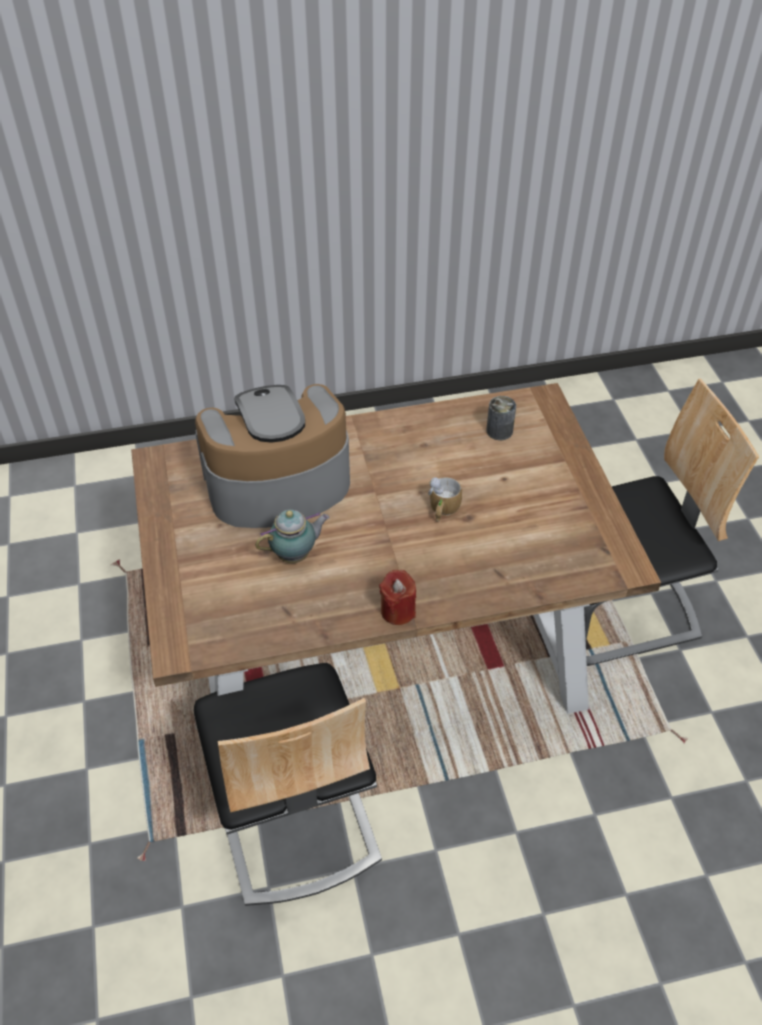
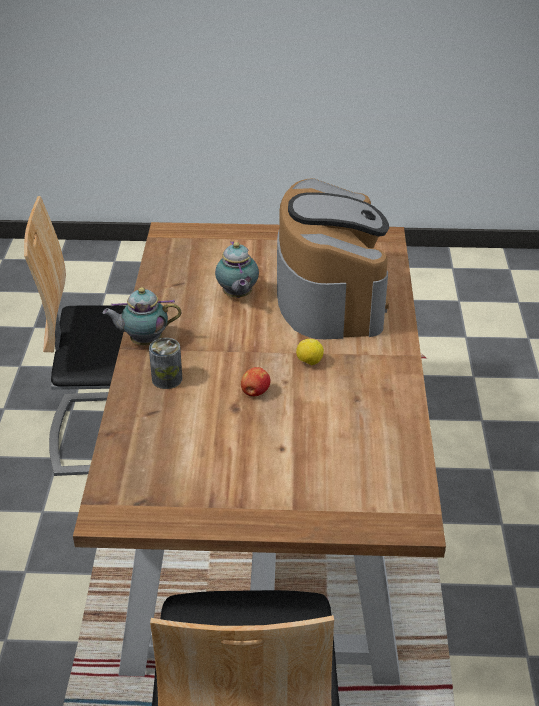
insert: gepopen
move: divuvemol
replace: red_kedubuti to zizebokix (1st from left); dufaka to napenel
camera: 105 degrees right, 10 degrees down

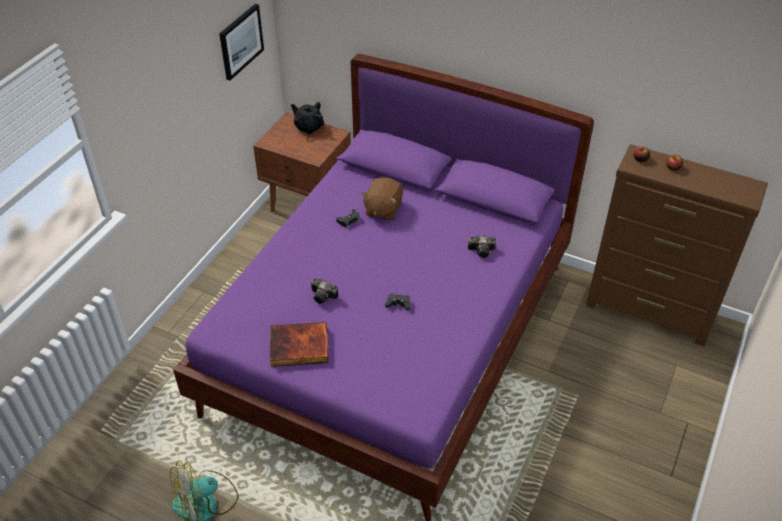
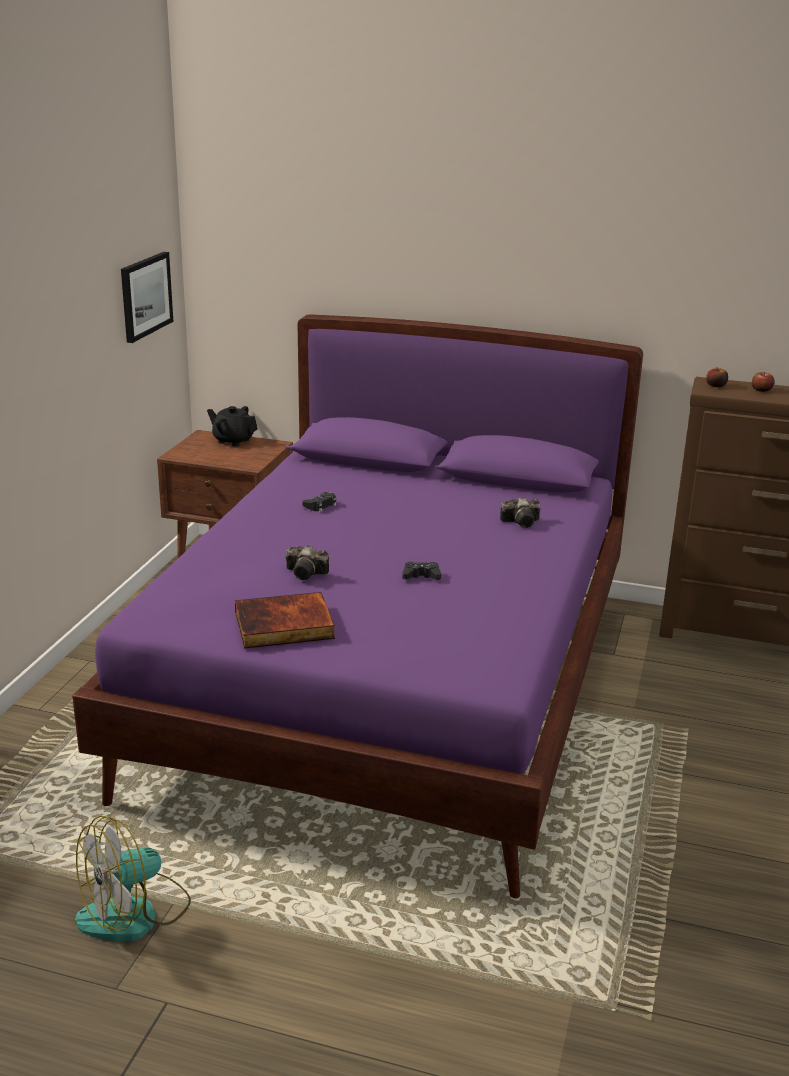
delete: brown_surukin
camera: 10 degrees left, 20 degrees down

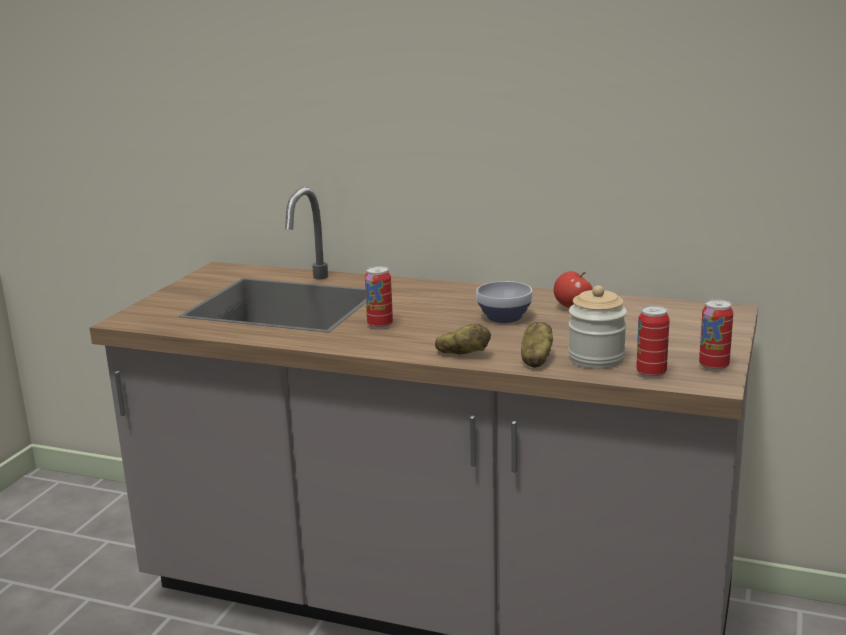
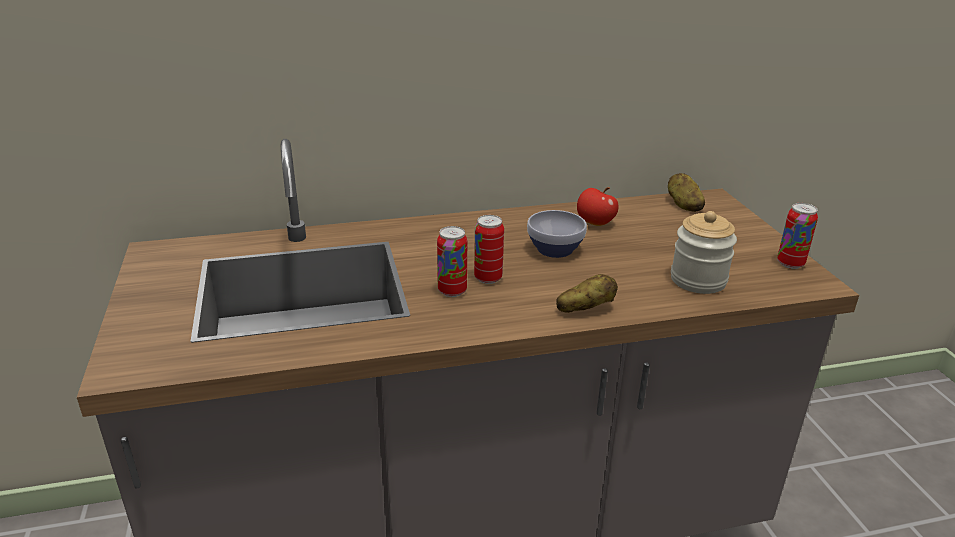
move: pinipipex (2nd from left); divuvemol (2nd from left)
camera: 35 degrees left, 10 degrees up

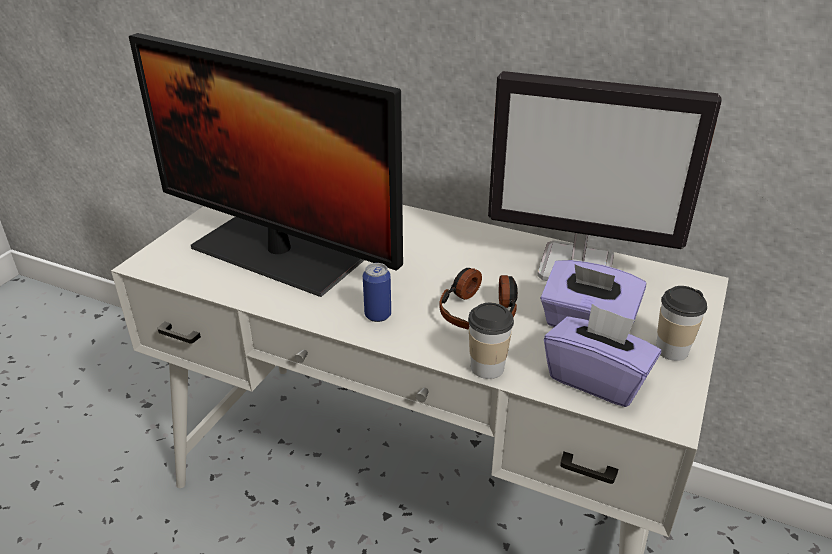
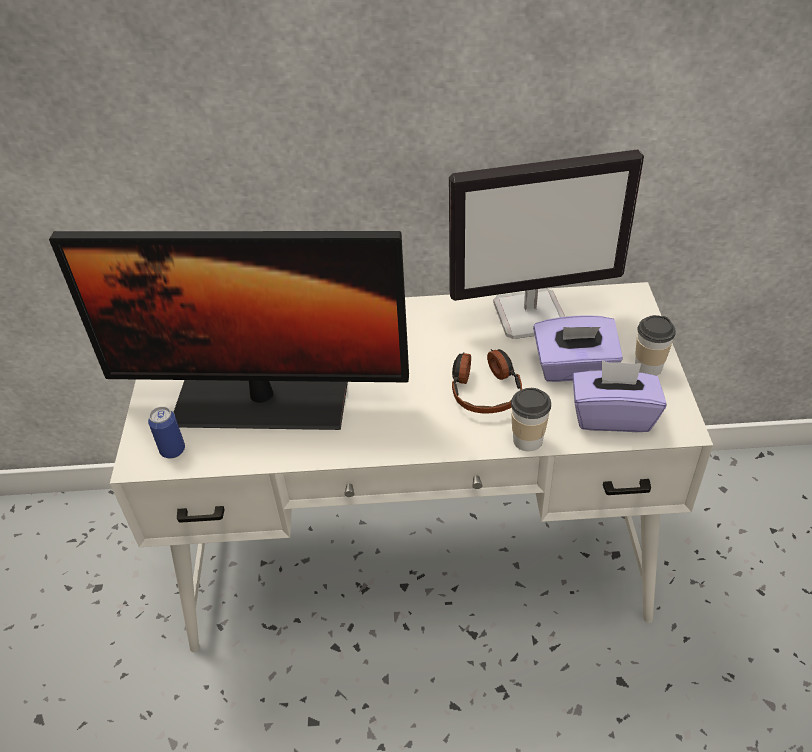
move: divuvemol
camera: 25 degrees left, 10 degrees up

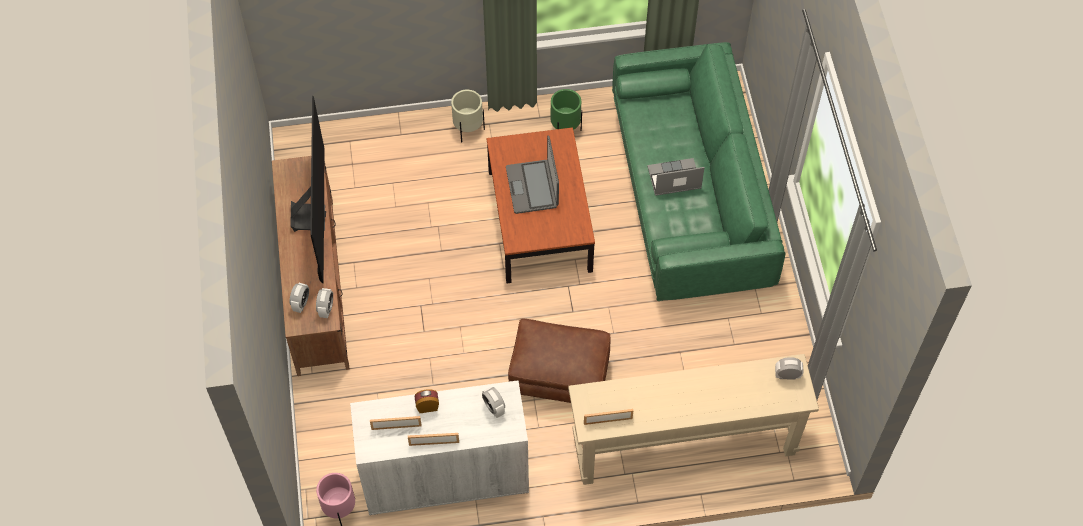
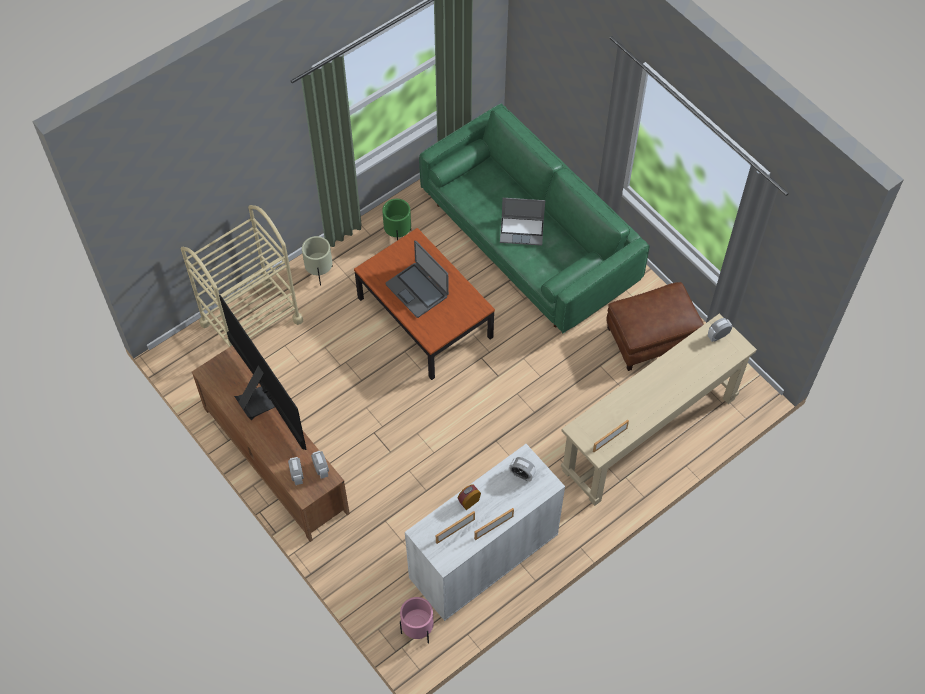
insert: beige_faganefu
move: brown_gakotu
rotate: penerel (2nd from left) 135 degrees counterclockwise
camera: 30 degrees left, 0 degrees up

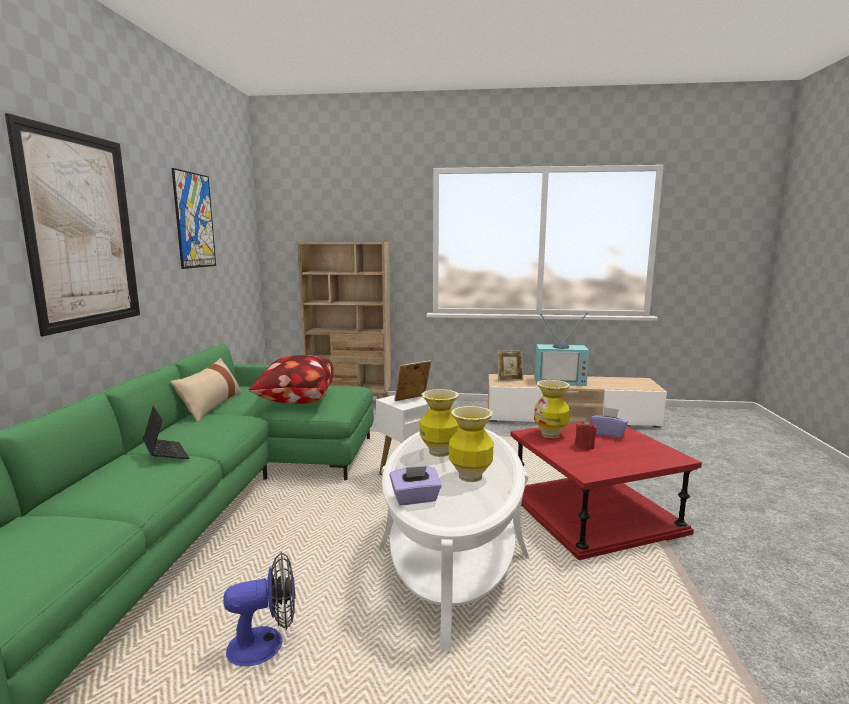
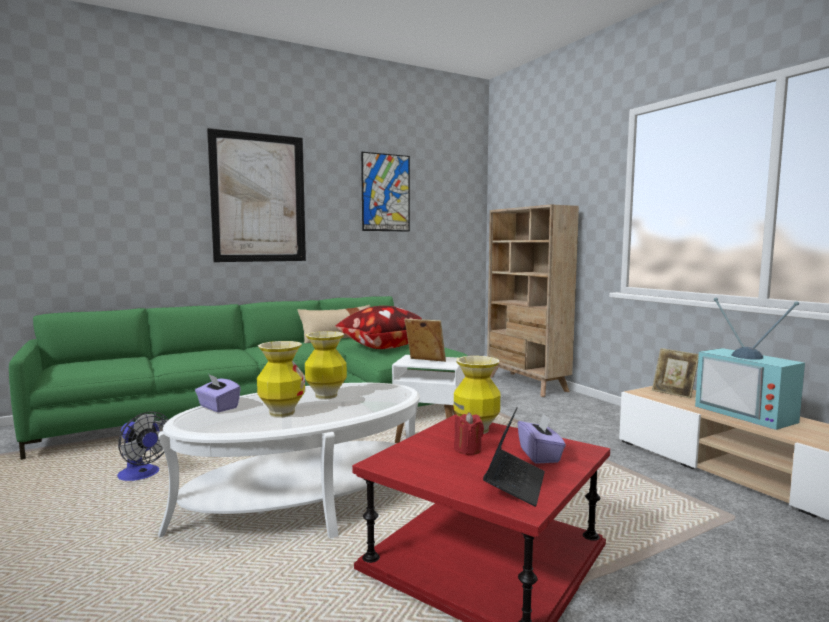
move: penerel
camera: 55 degrees right, 5 degrees down

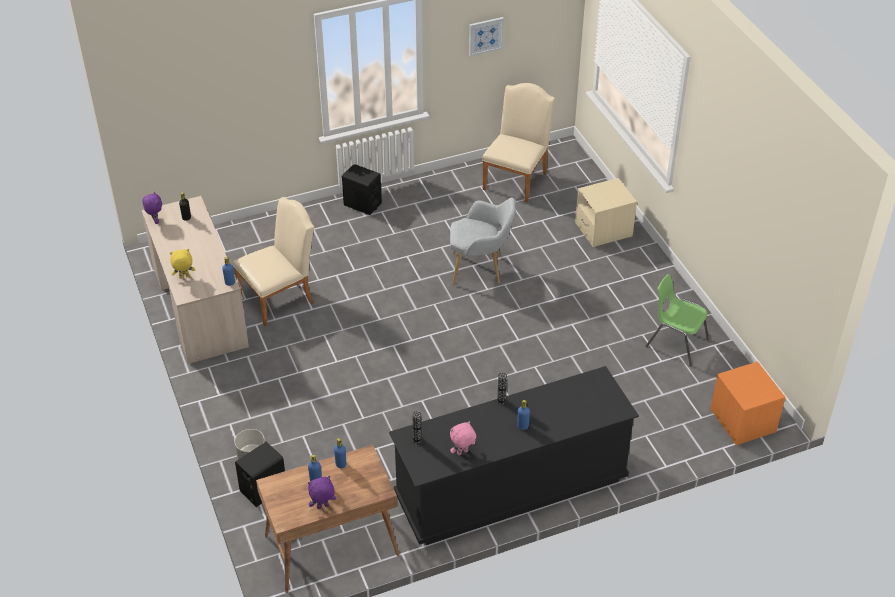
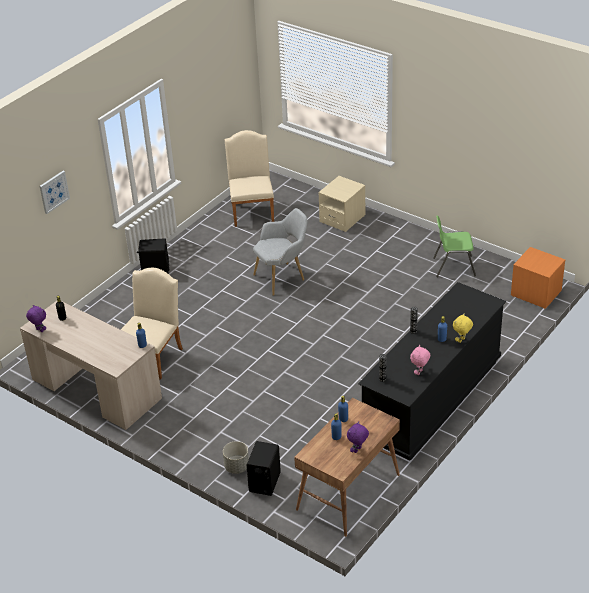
move: yellow_surukin; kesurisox
camera: 30 degrees left, 5 degrees down

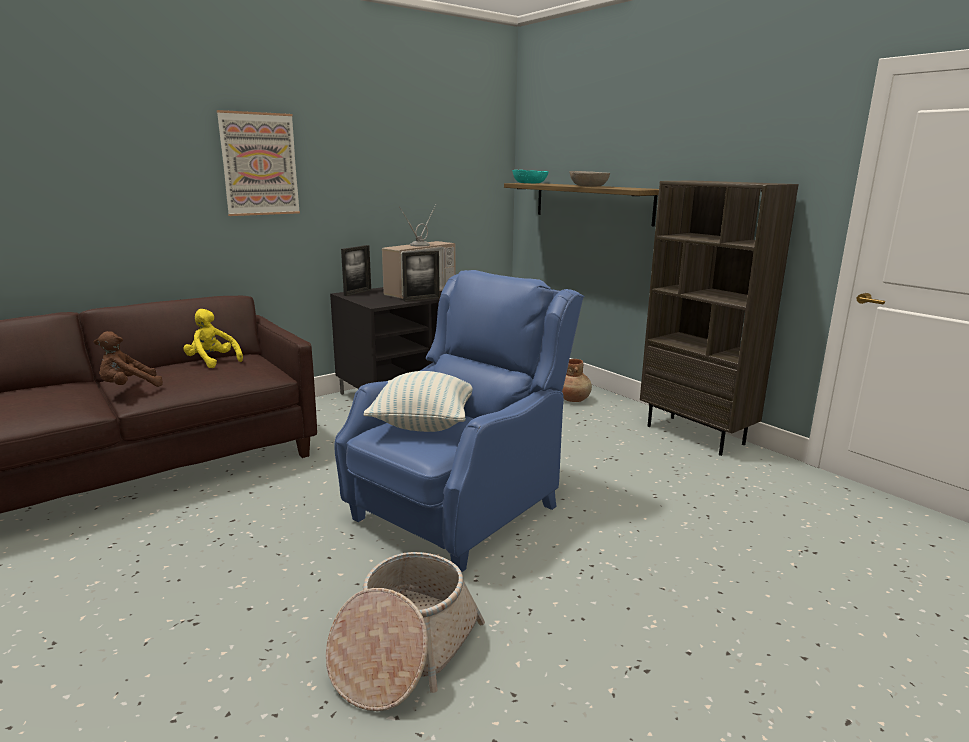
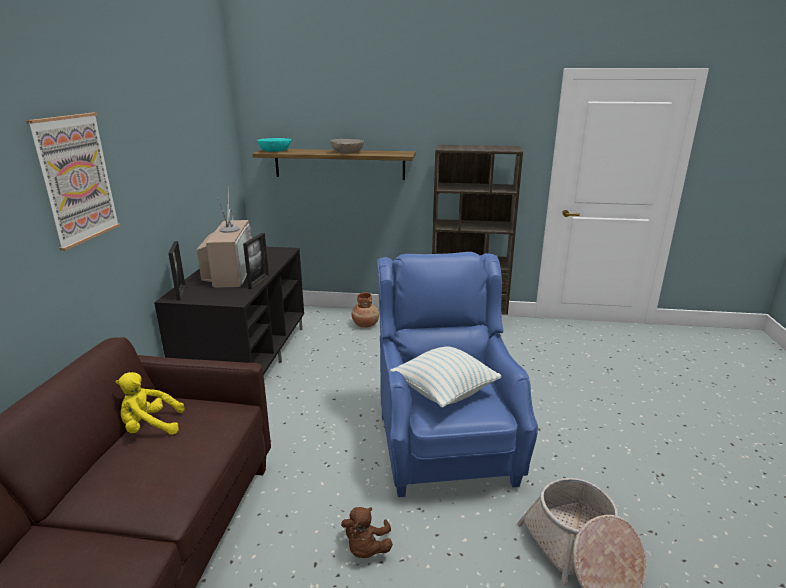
move: brown_surukin
camera: 45 degrees left, 5 degrees up

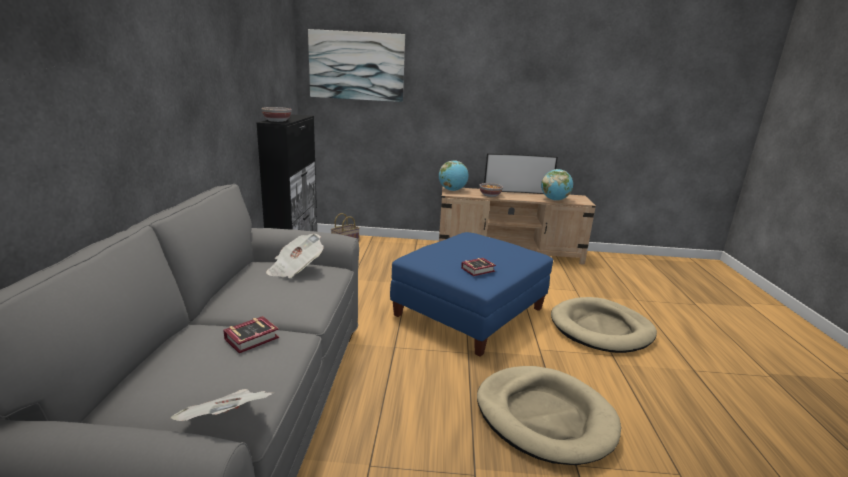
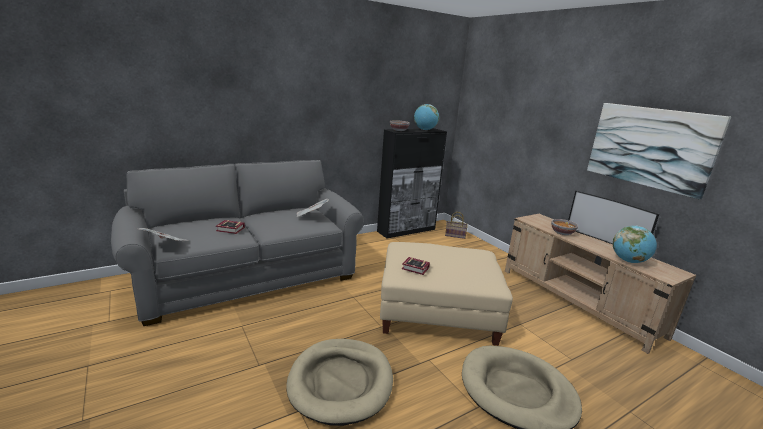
move: kesurisox; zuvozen (1st from left)
recolor: blue_gakotu to beige_gakotu
camera: 55 degrees right, 0 degrees up

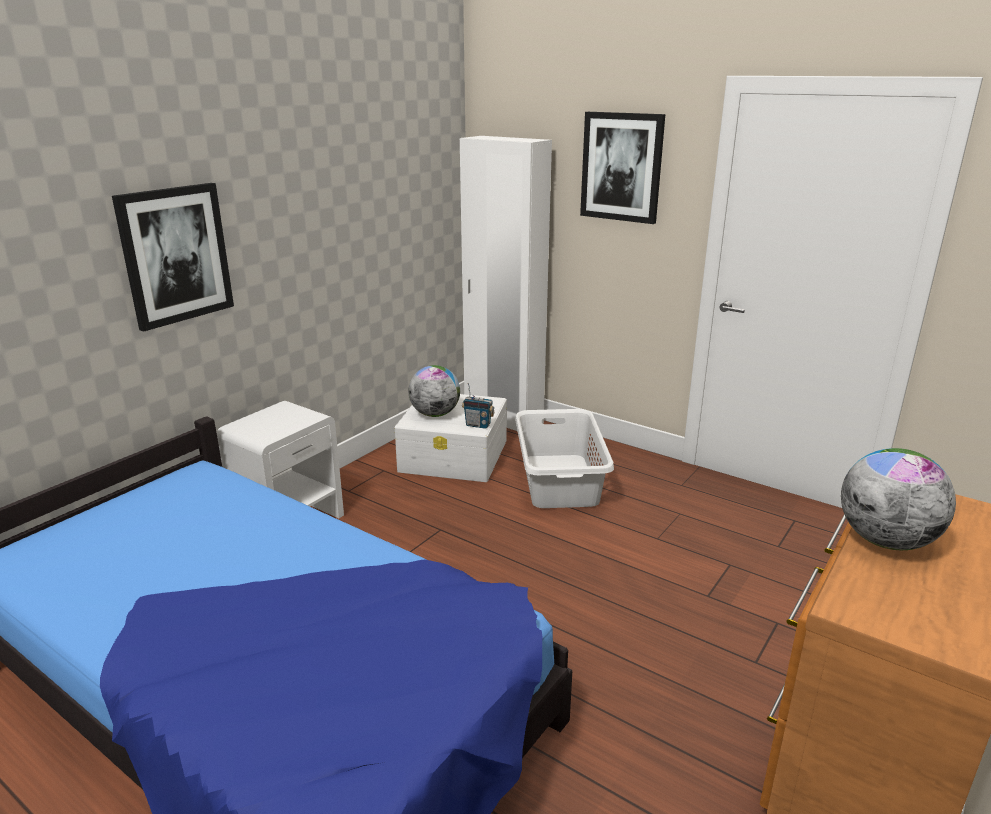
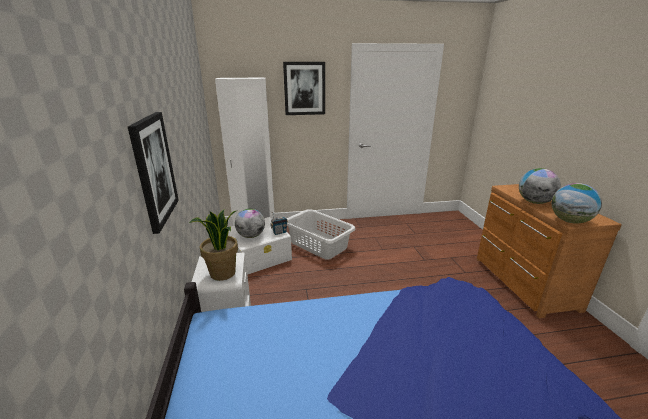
insert: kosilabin; zuvozen (3rd from left)
camera: 45 degrees left, 0 degrees up

